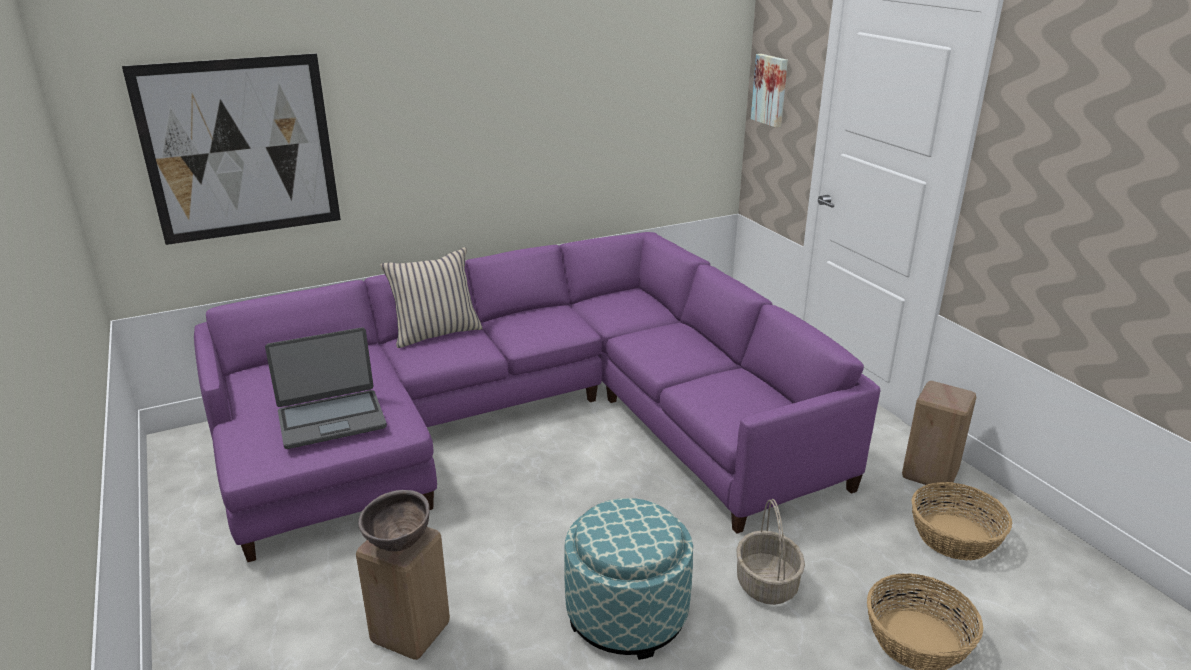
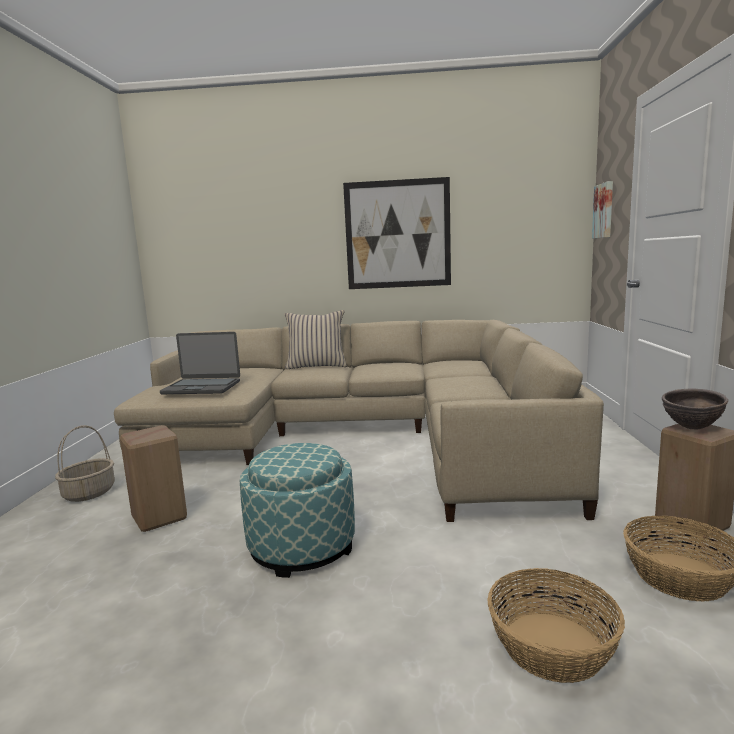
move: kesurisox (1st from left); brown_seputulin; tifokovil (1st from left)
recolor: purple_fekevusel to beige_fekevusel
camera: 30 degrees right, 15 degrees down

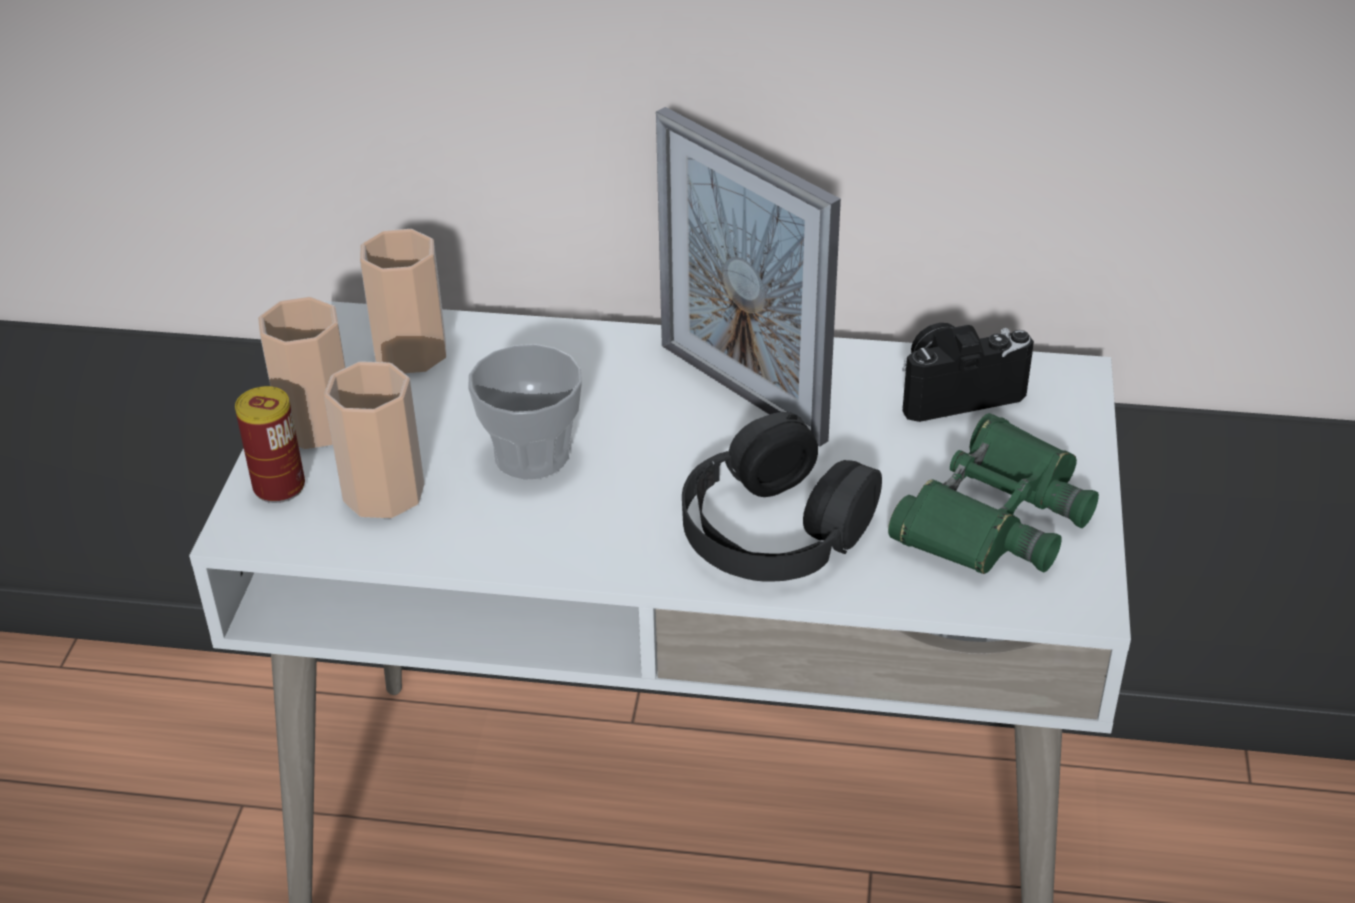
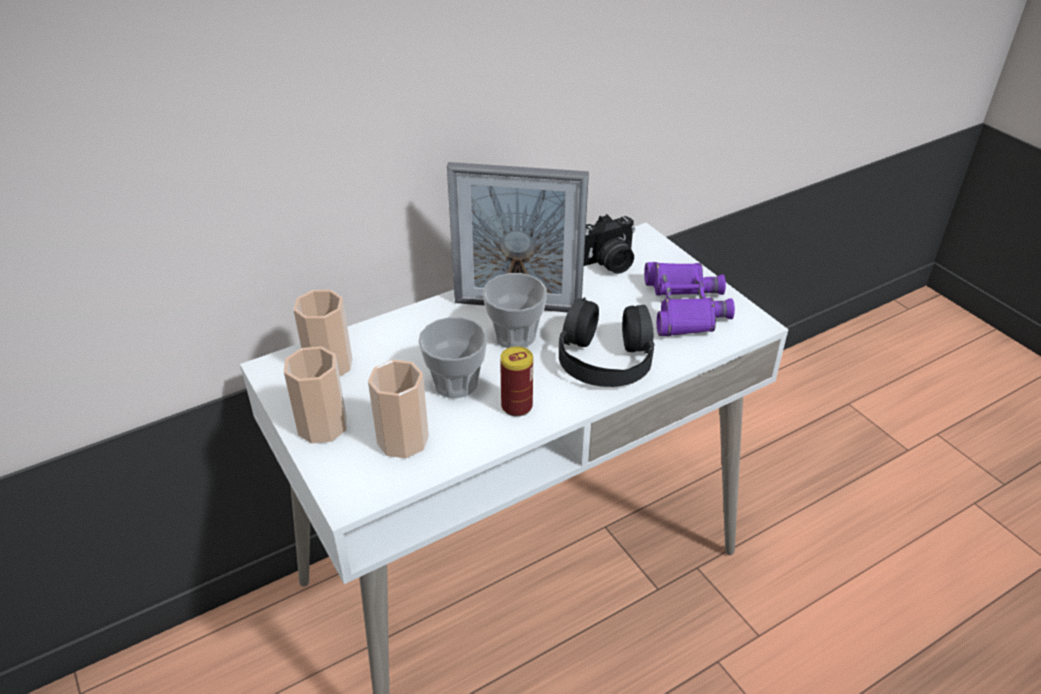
insert: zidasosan (5th from left)
move: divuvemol
recolor: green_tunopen to purple_tunopen
rotate: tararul 150 degrees counterclockwise
camera: 40 degrees left, 0 degrees up

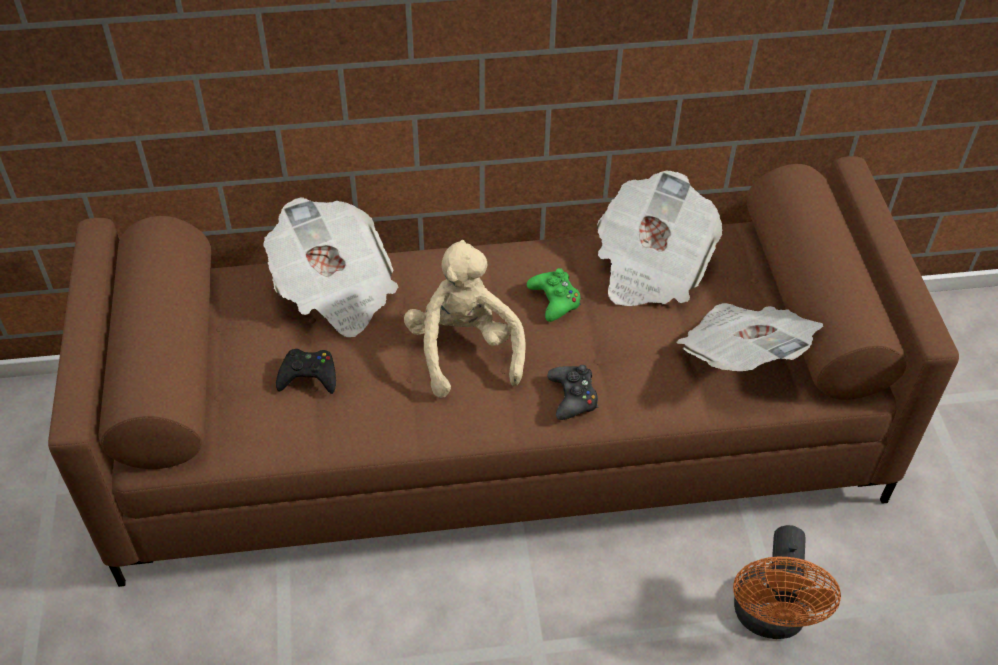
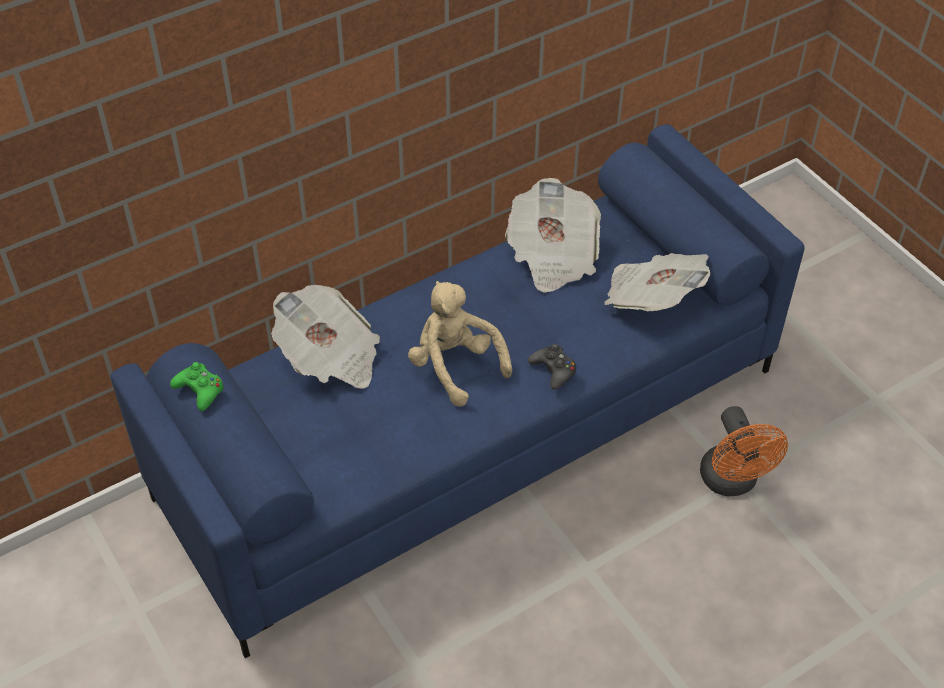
delete: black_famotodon (1st from left)
move: green_famotodon
recolor: brown_fekevusel to blue_fekevusel
camera: 25 degrees left, 0 degrees up

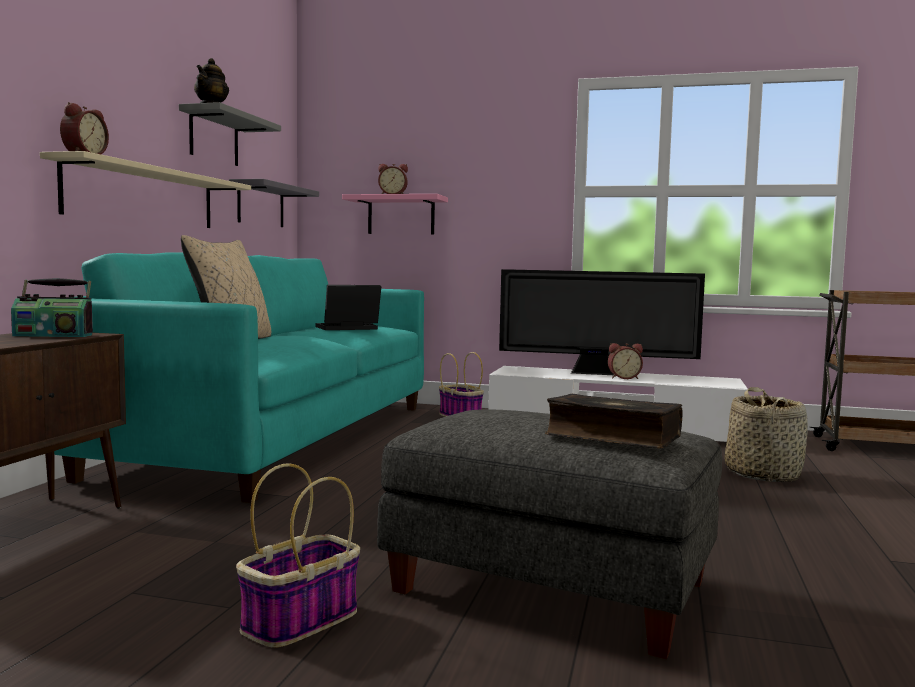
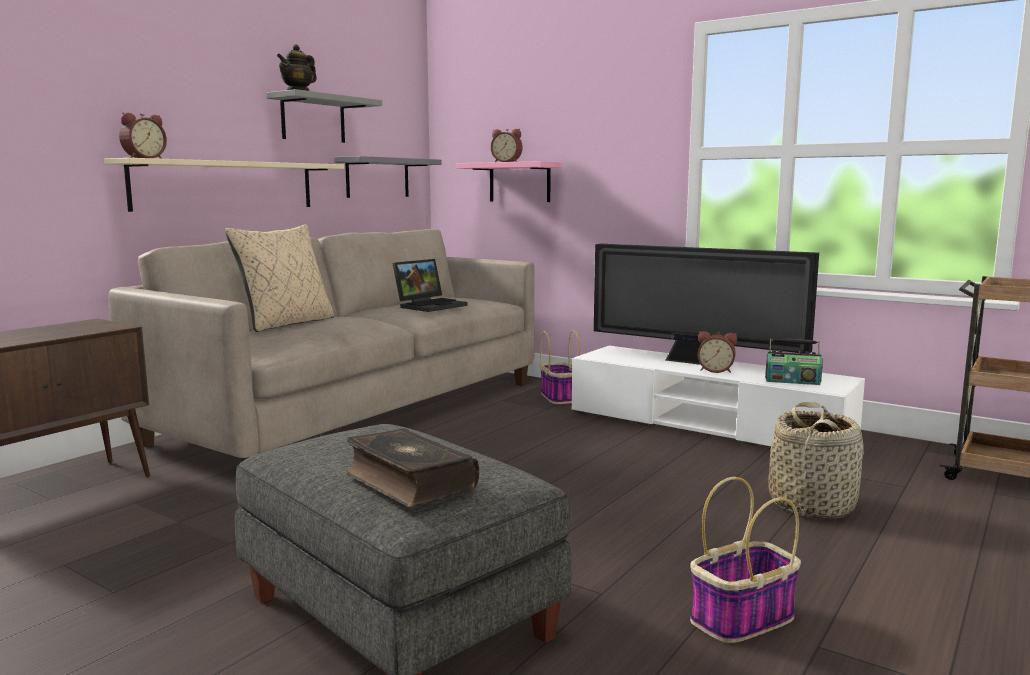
move: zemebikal; tifokovil (1st from left in the first image) to tifokovil (2nd from left)
recolor: turquoise_fekevusel to beige_fekevusel
rotate: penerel 135 degrees clockwise
camera: 20 degrees right, 5 degrees up

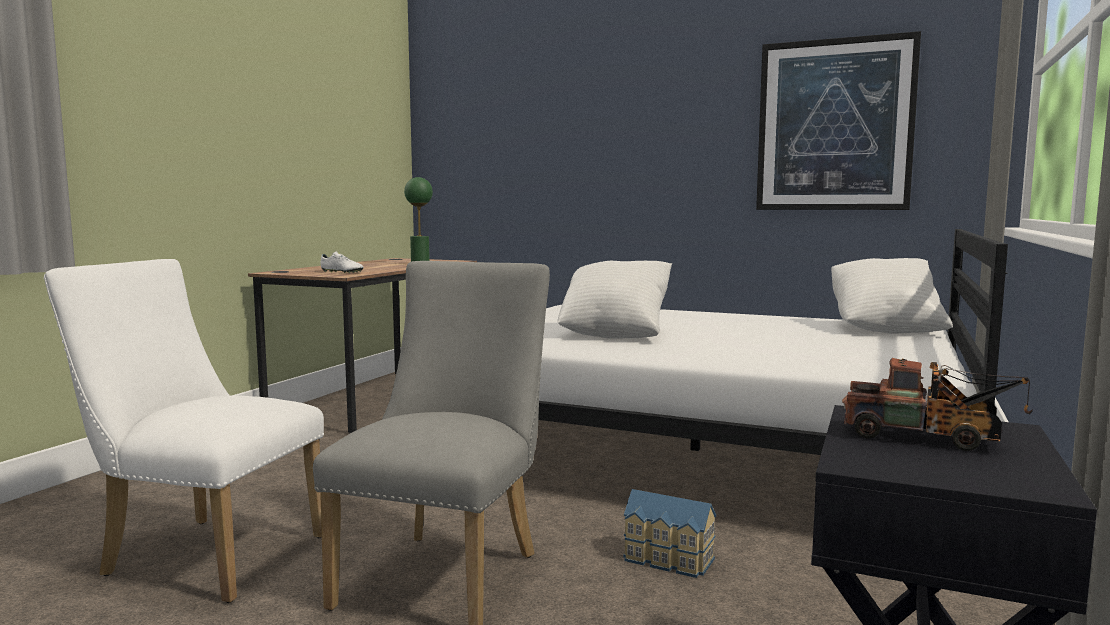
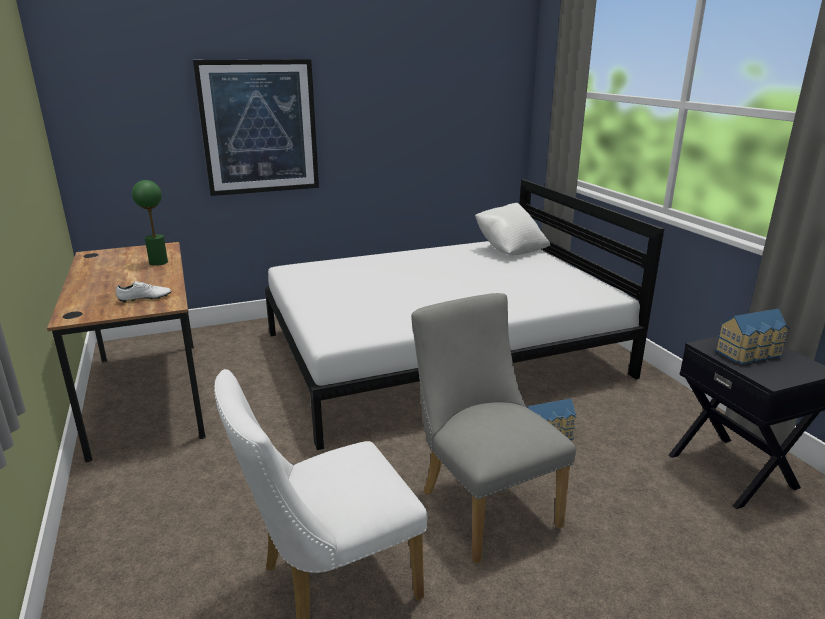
delete: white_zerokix (1st from left)
move: kesurisox
replace: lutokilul to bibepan (2nd from left)
camera: 45 degrees left, 15 degrees up

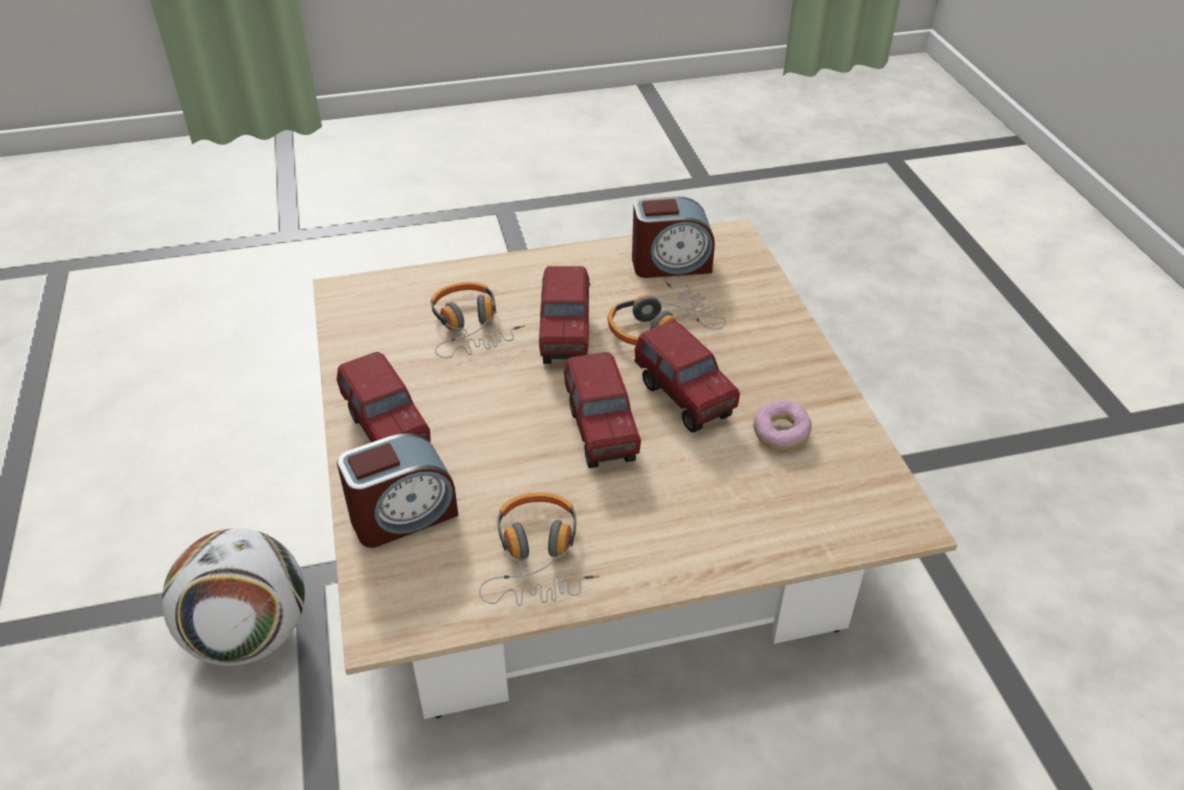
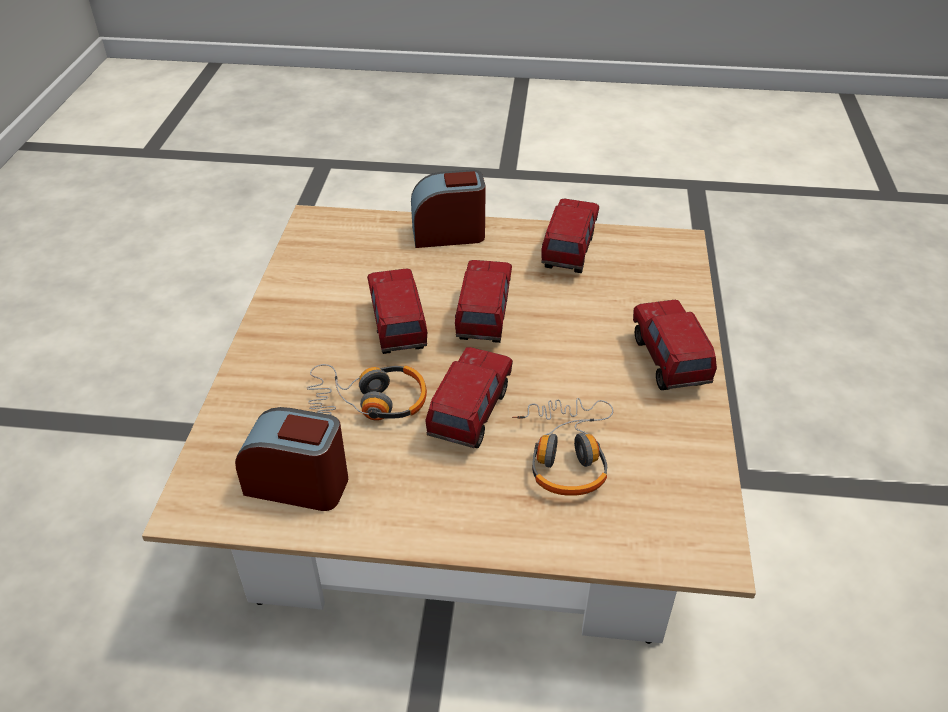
delete: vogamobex; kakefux
move: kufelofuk (1st from left in the first image) to kufelofuk (2nd from left)
replace: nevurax (2nd from left) to lutokilul (4th from left)
camera: 160 degrees left, 0 degrees up

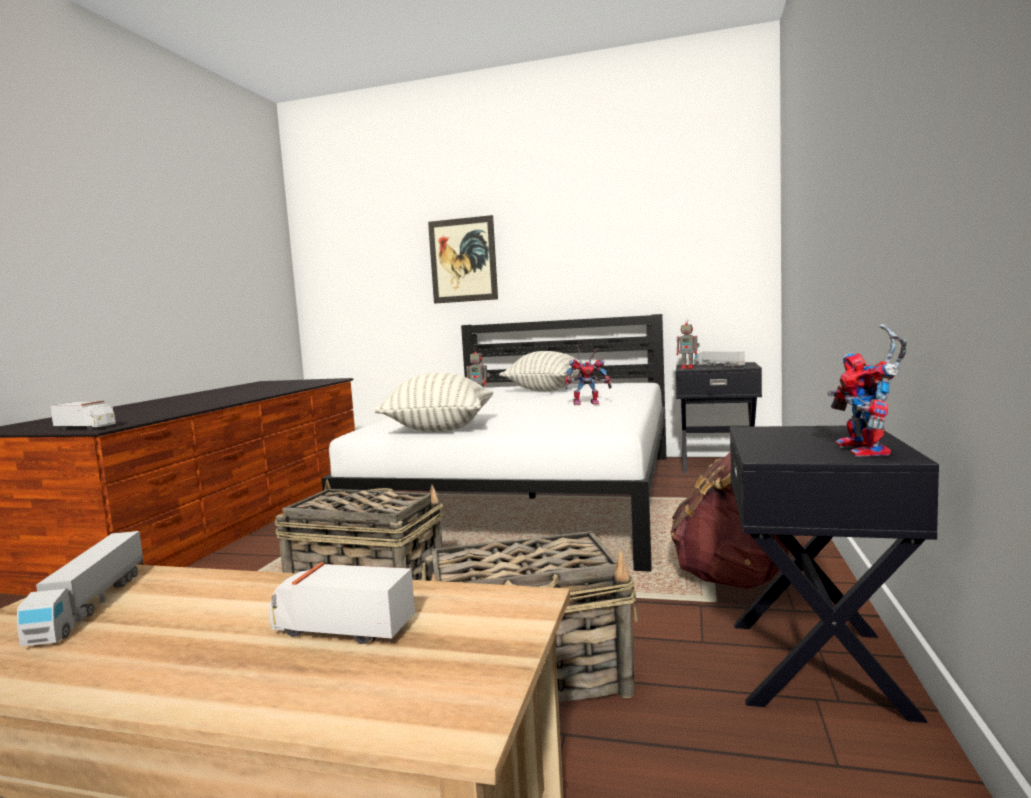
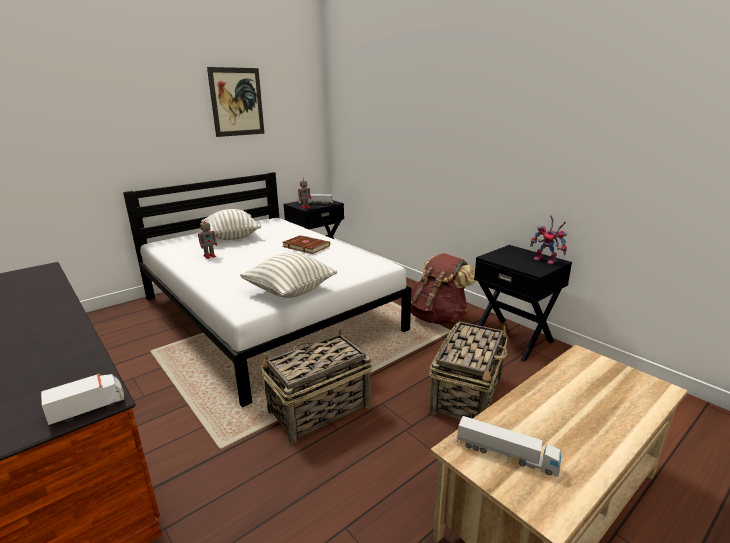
delete: lutokilul (3rd from left)
move: kesurisox
replace: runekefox (2nd from left) to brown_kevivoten
camera: 55 degrees left, 15 degrees up

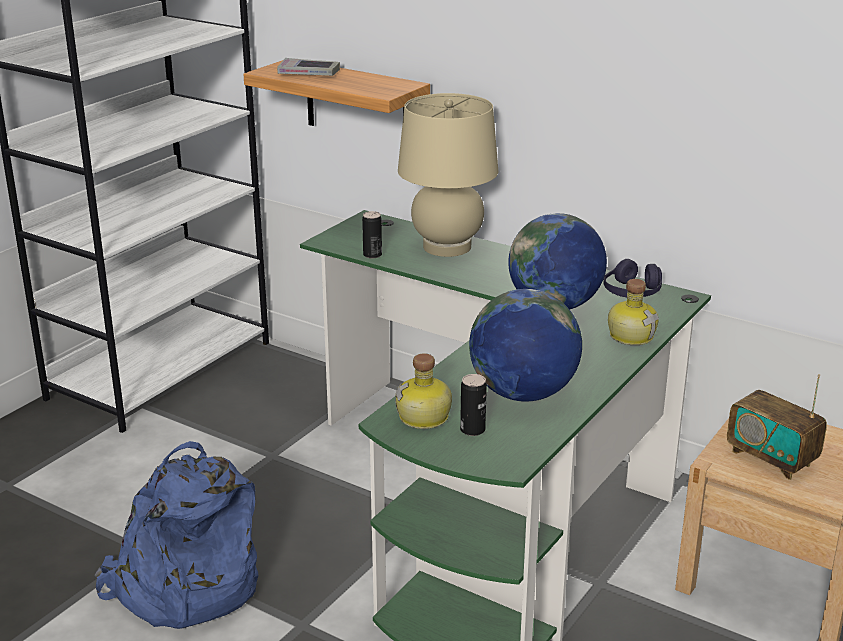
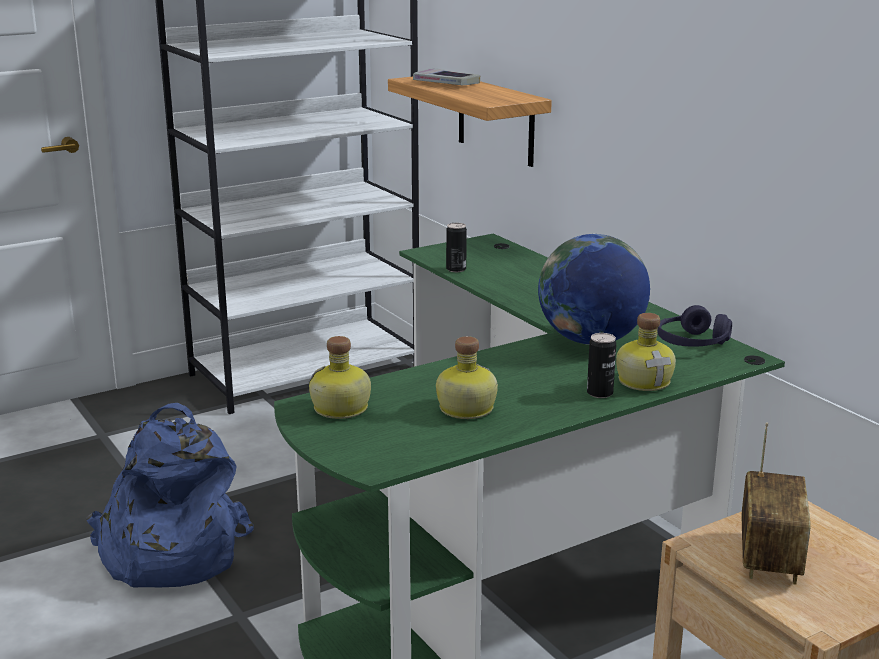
delete: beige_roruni
move: divuvemol (2nd from left)
replace: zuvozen (1st from left) to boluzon (2nd from left)
rotate: zemebikal 150 degrees counterclockwise
camera: 25 degrees right, 5 degrees down

